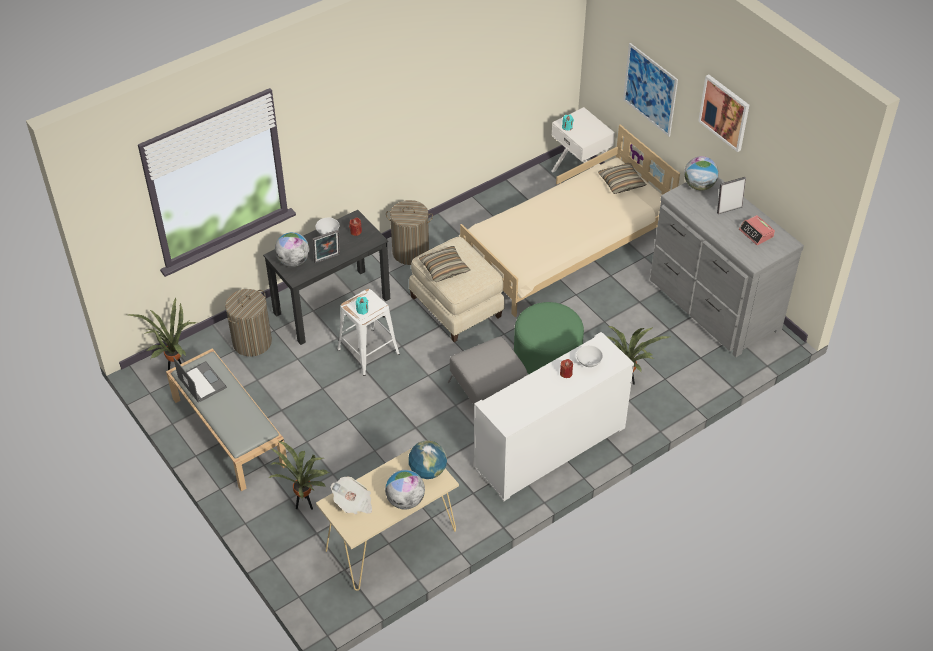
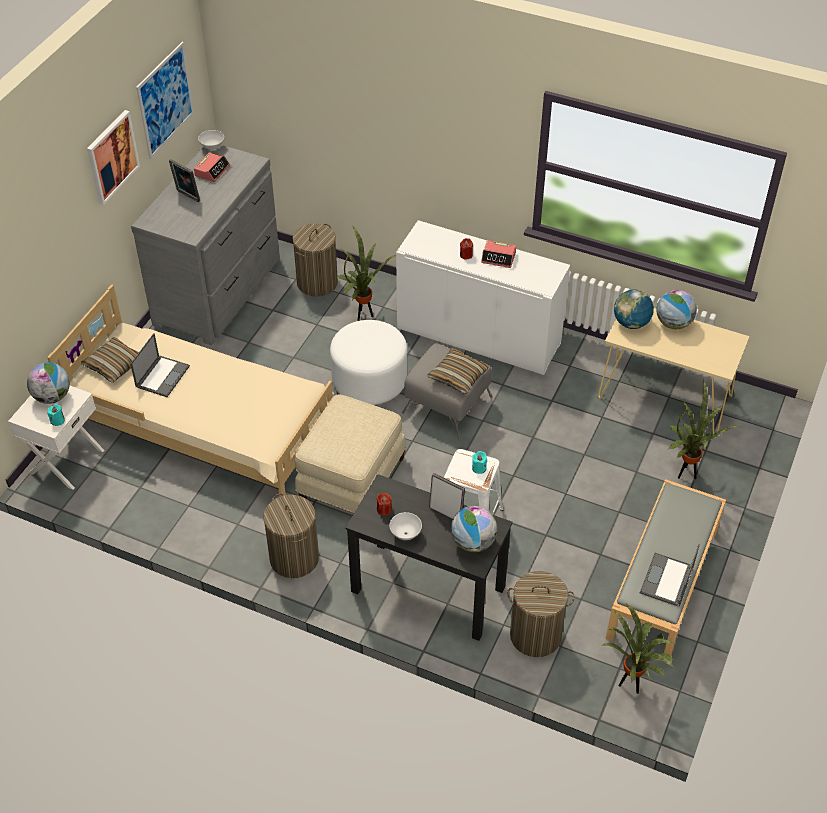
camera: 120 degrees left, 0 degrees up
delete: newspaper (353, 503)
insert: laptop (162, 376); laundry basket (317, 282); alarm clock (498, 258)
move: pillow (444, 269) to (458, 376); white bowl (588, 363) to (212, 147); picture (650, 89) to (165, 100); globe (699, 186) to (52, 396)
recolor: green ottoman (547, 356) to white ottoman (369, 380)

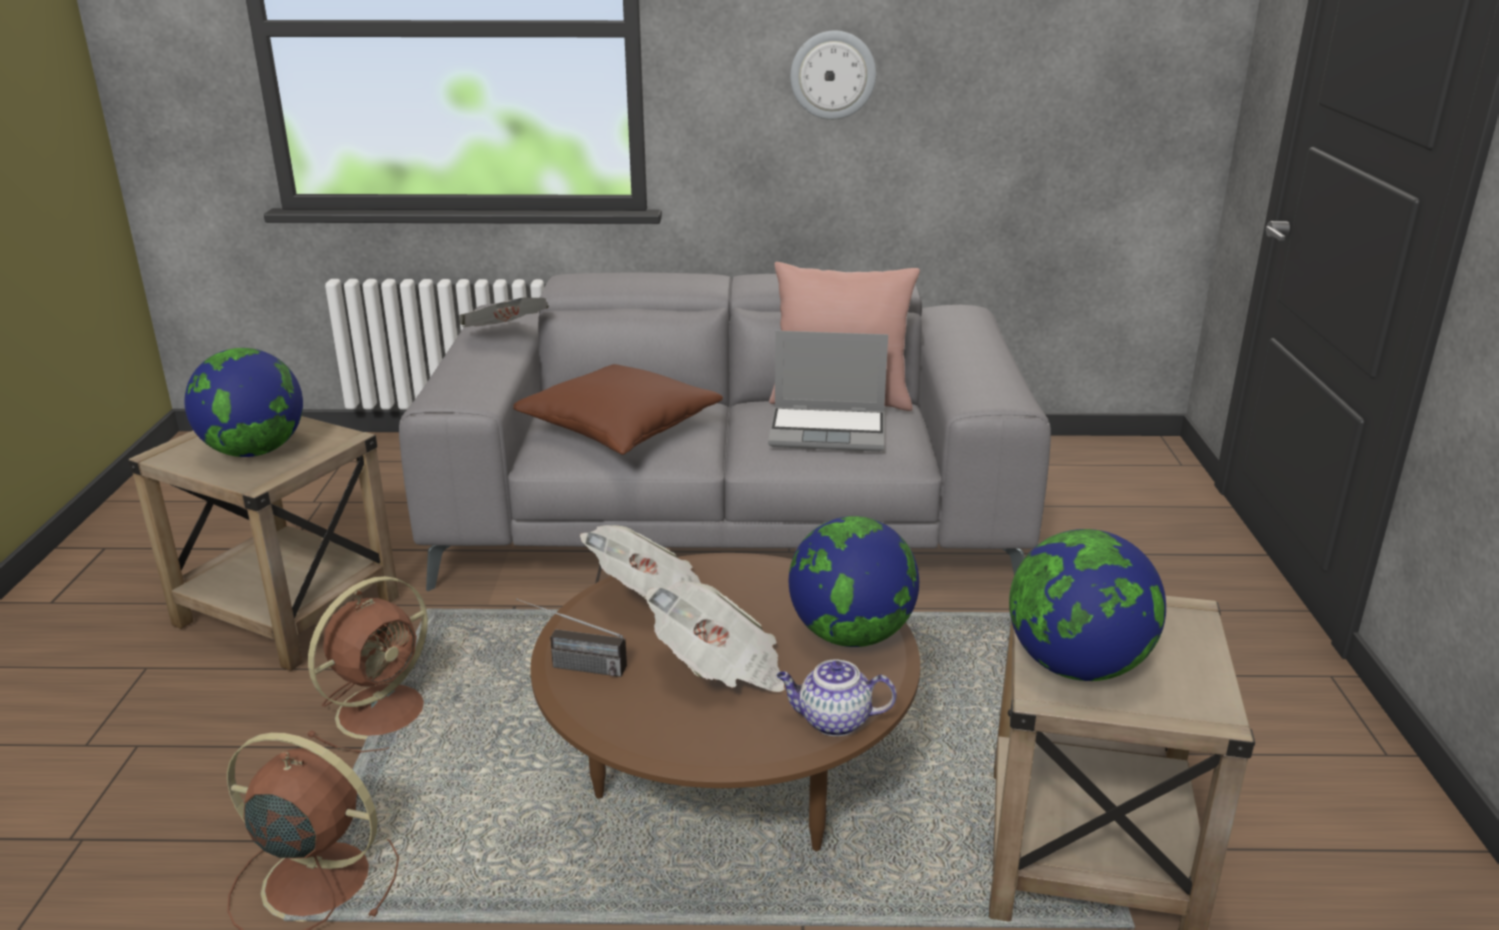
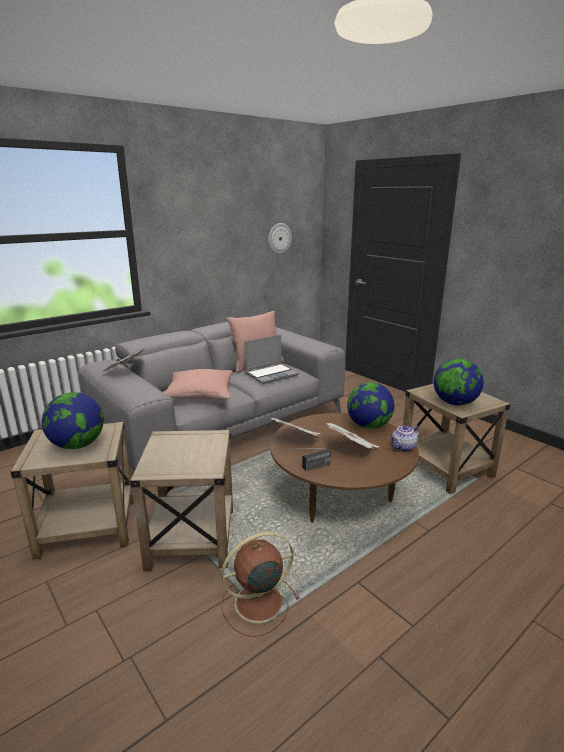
camera: 40 degrees left, 5 degrees down
move: wall clock (833, 75) to (279, 238)
replace: brown fan (385, 709) to beige side table (192, 537)
recolor: brown pillow (619, 429) to pink pillow (200, 395)

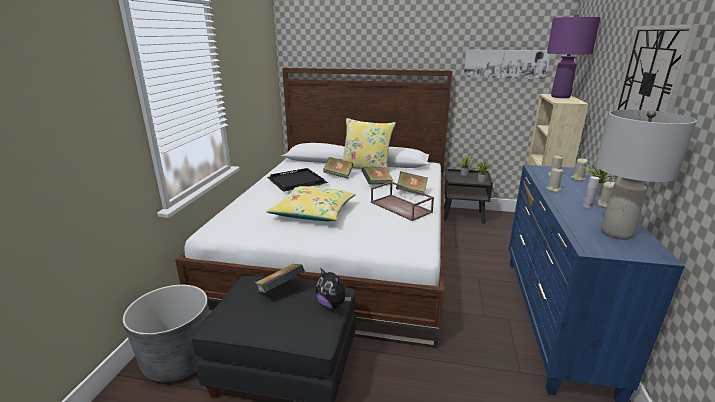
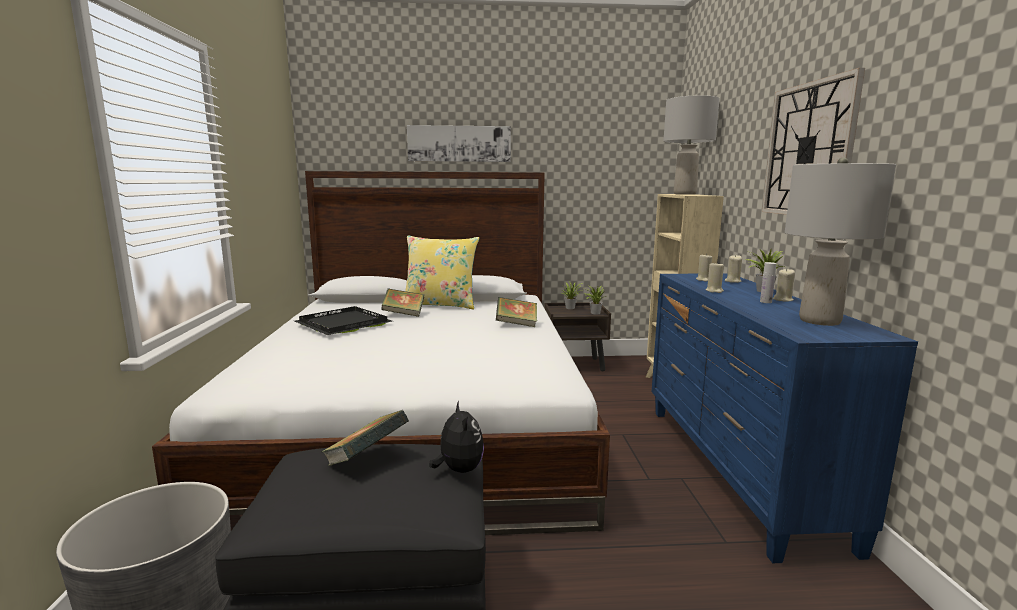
camera: 15 degrees left, 10 degrees down
delete: yellow pillow (313, 212); book (377, 184); brown tray (401, 207)
move: picture (505, 64) to (459, 144)
recolor: purple table lamp (560, 97) to grey table lamp (685, 194)
rotate: plush toy (332, 305) = (458, 470) 135 degrees counterclockwise

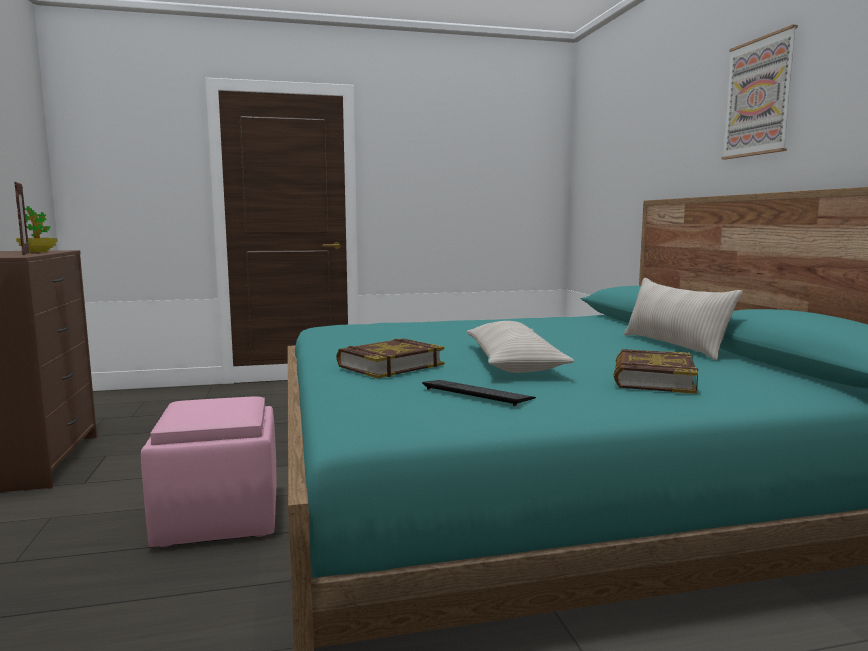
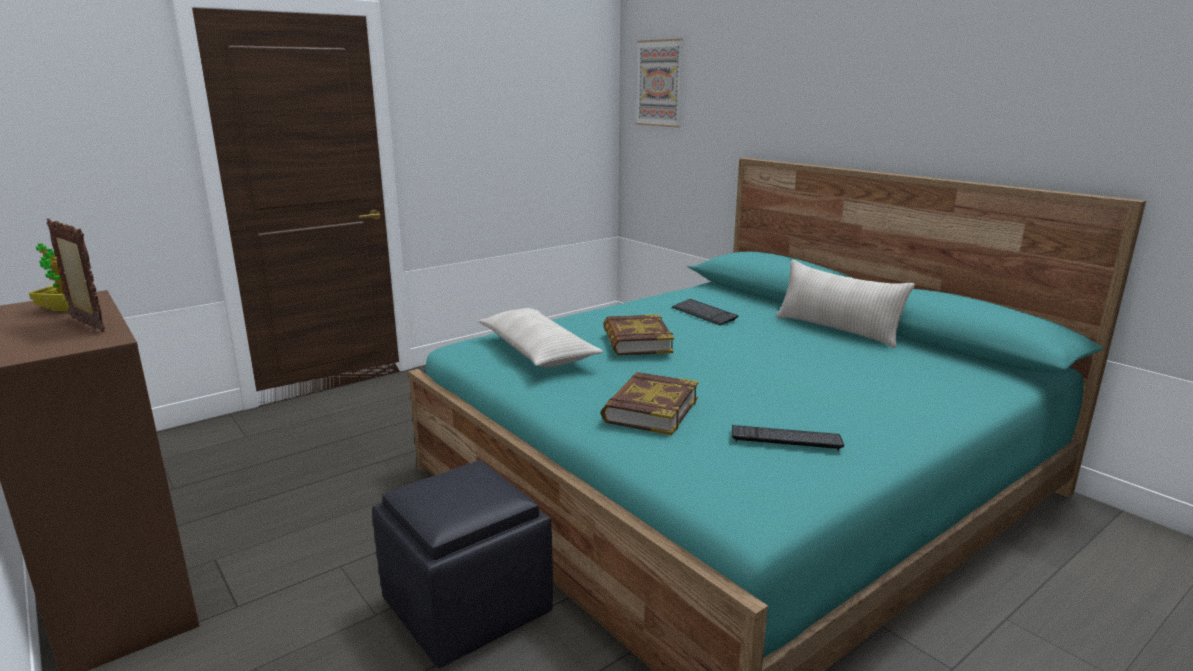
camera: 25 degrees left, 10 degrees up
insert: keyboard (704, 314)
move: beige pillow (513, 363) to (537, 351); book (652, 379) to (636, 341); picture (759, 97) to (659, 83)
recolor: pink ottoman (220, 518) to black ottoman (468, 607)

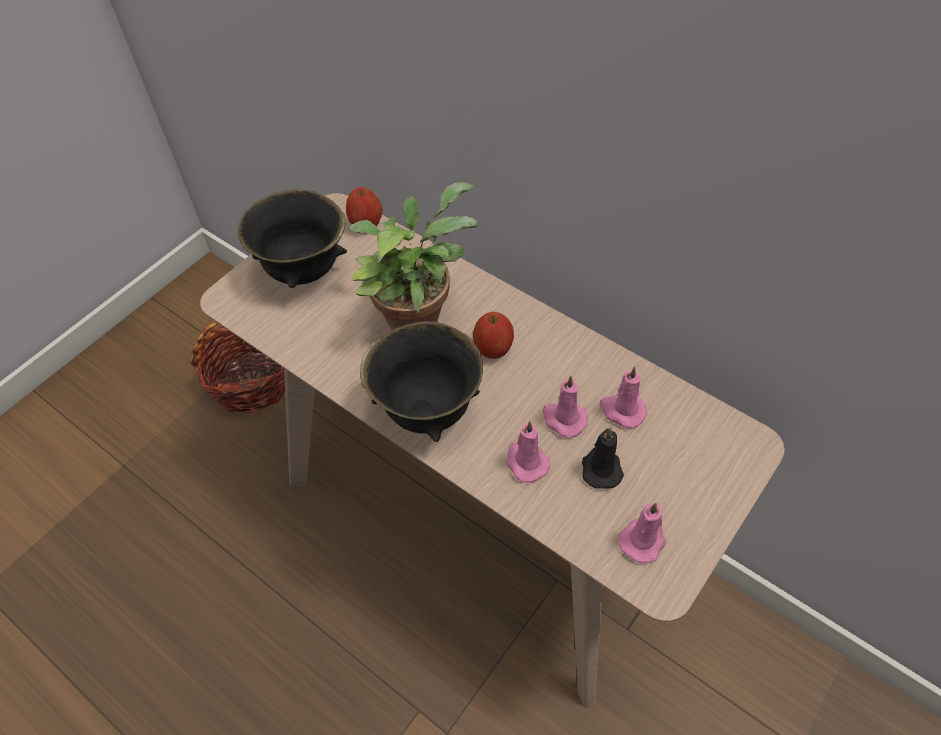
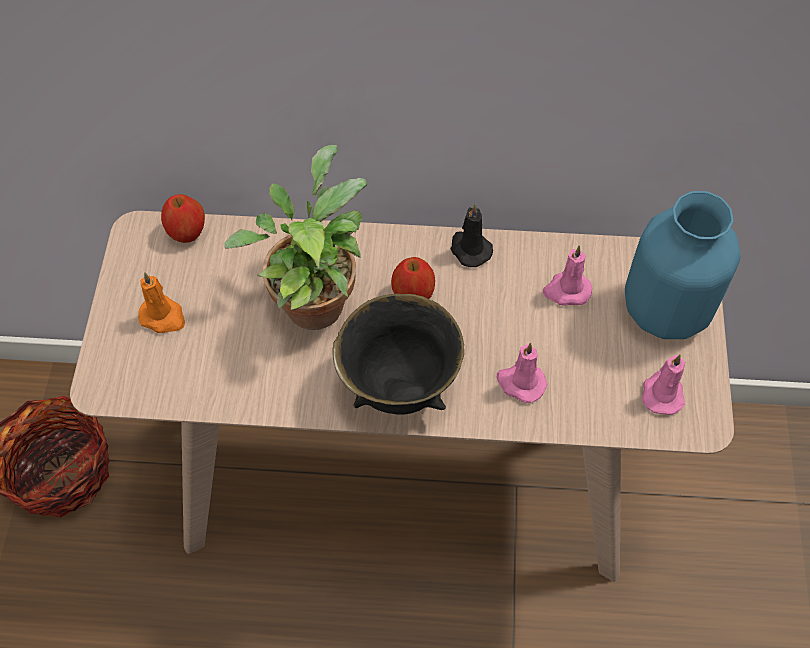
camera: 35 degrees left, 5 degrees up
delete: pink candle (563, 419)
insert: blue vase (664, 310)
move: black candle (601, 468) to (469, 249)
replace: black bowl (304, 273) to orange candle (163, 317)

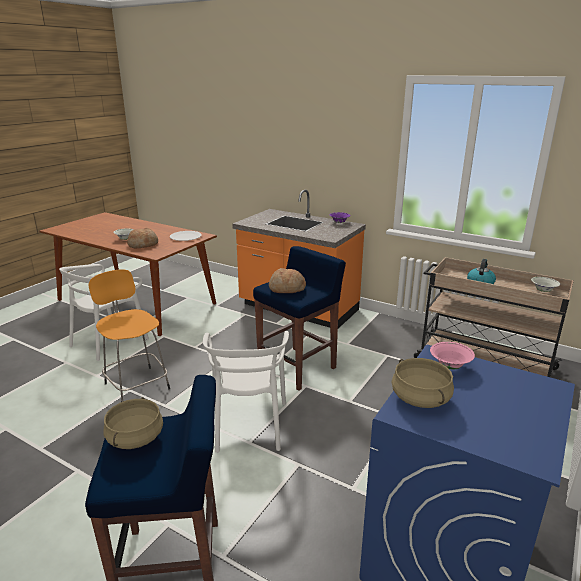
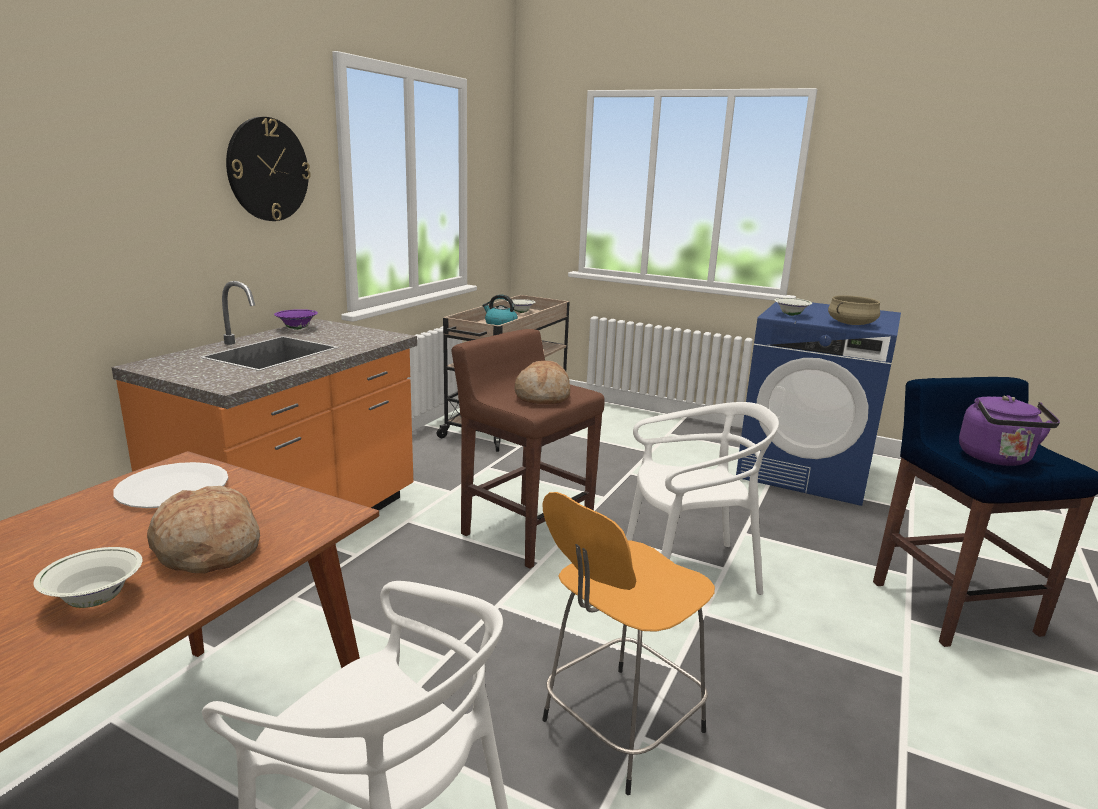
camera: 95 degrees left, 5 degrees down
insert: wall clock (268, 170)
replace: beige cooking pot (135, 437) to purple kettle (996, 459)
recolor: blue stool (298, 367) to brown stool (525, 532); pink bowl (450, 366) to white bowl (791, 315)

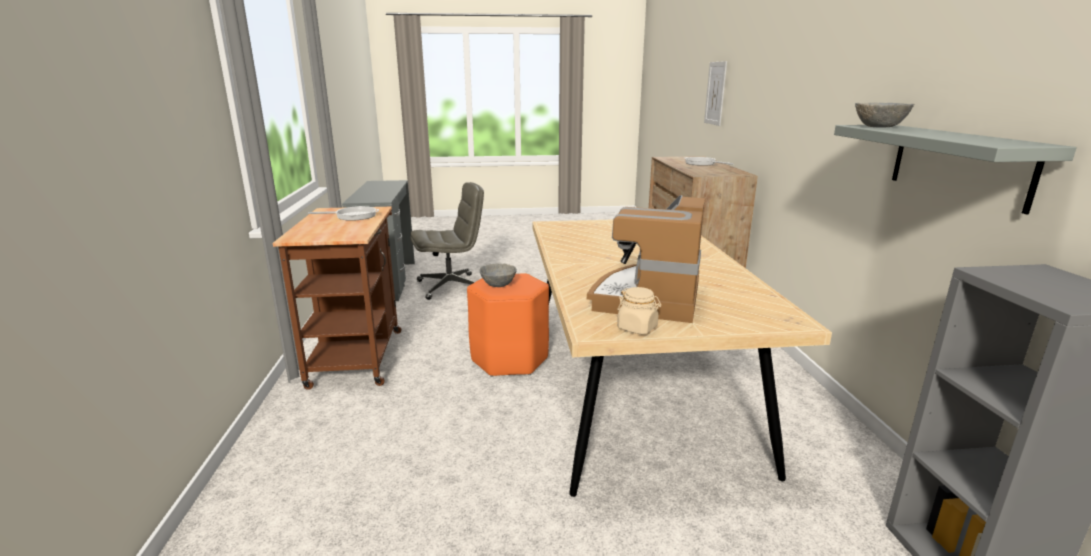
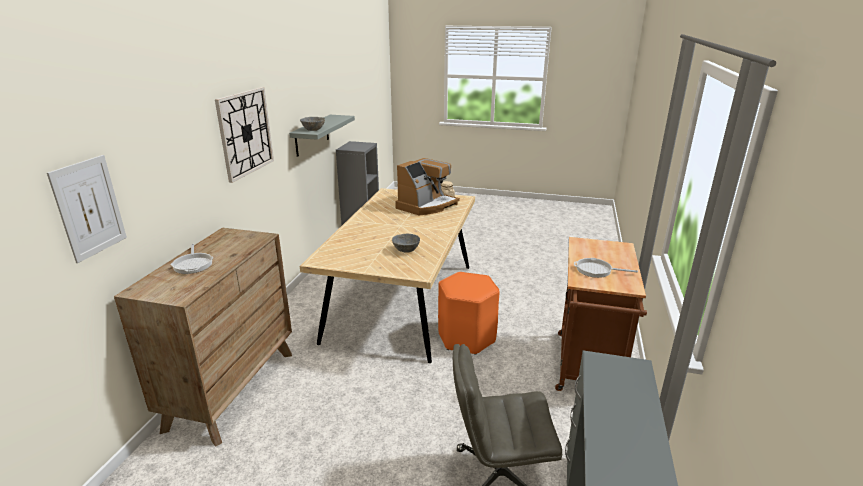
camera: 160 degrees left, 5 degrees up
insert: wall clock (245, 133)
move: grey bowl (498, 285) to (406, 250)

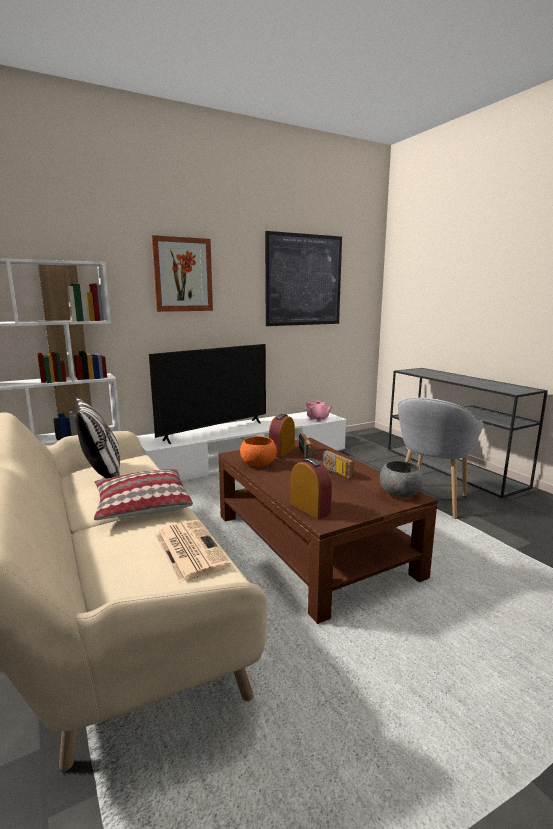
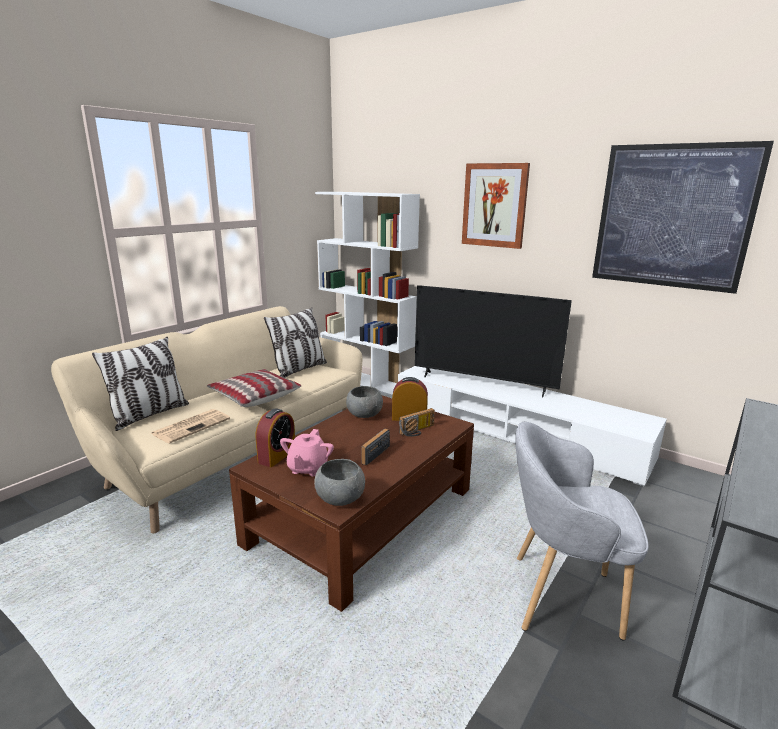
camera: 65 degrees right, 5 degrees up
insert: pillow (149, 415)
move: pink teapot (317, 419) to (307, 468)
recolor: orange bowl (258, 464) to grey bowl (364, 414)

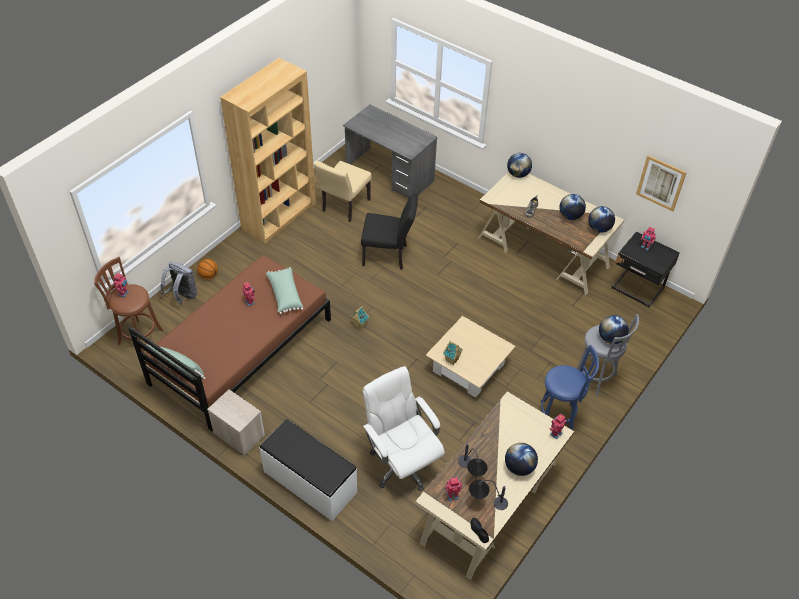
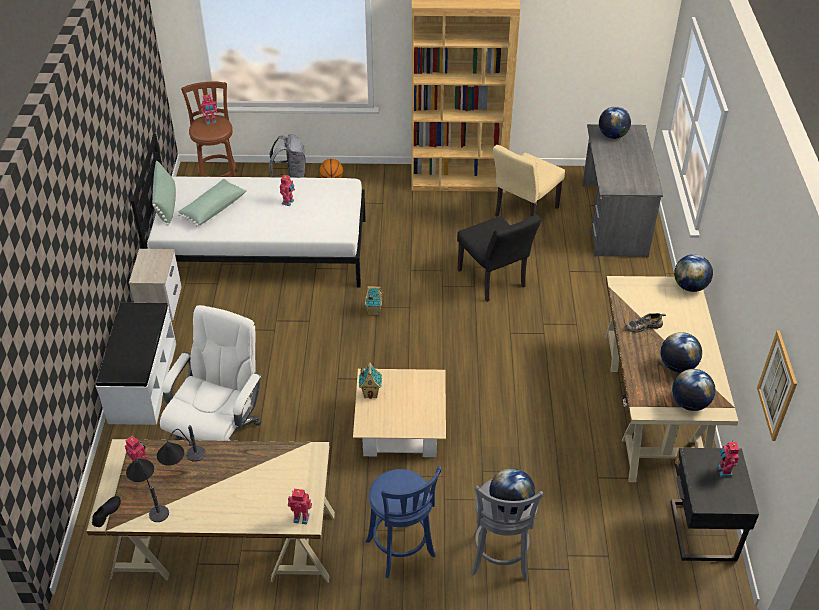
camera: 55 degrees right, 5 degrees down
move: green pillow (284, 295) to (213, 208); globe (519, 467) to (612, 135)
recolor: brown bed (241, 351) to white bed (261, 250)
rotate: beige chair (344, 207) = (523, 214) 45 degrees counterclockwise

